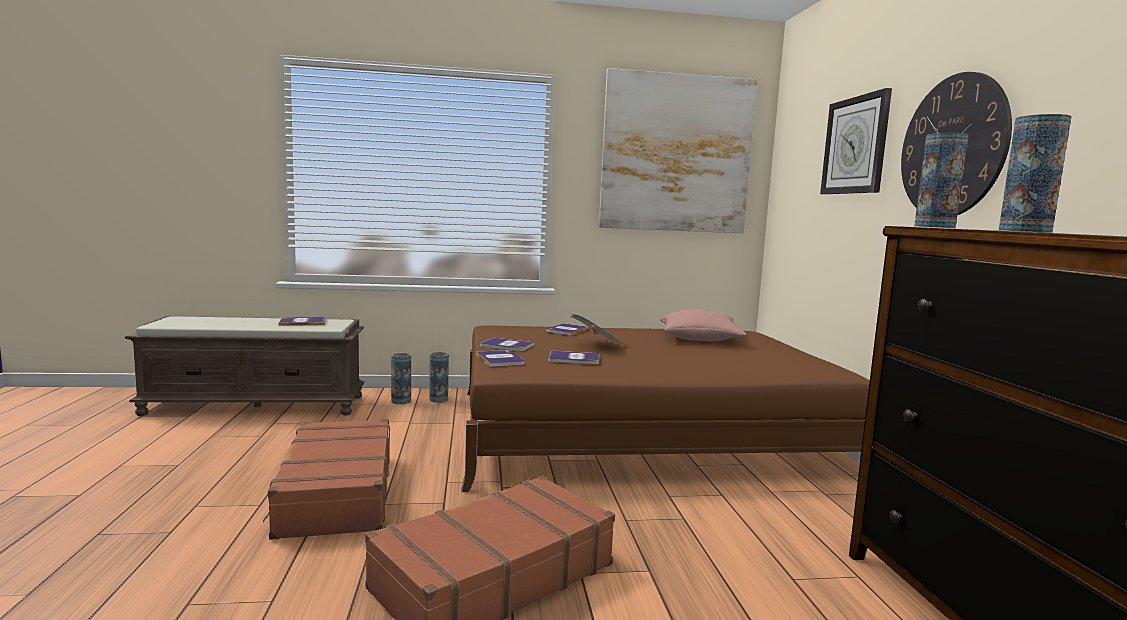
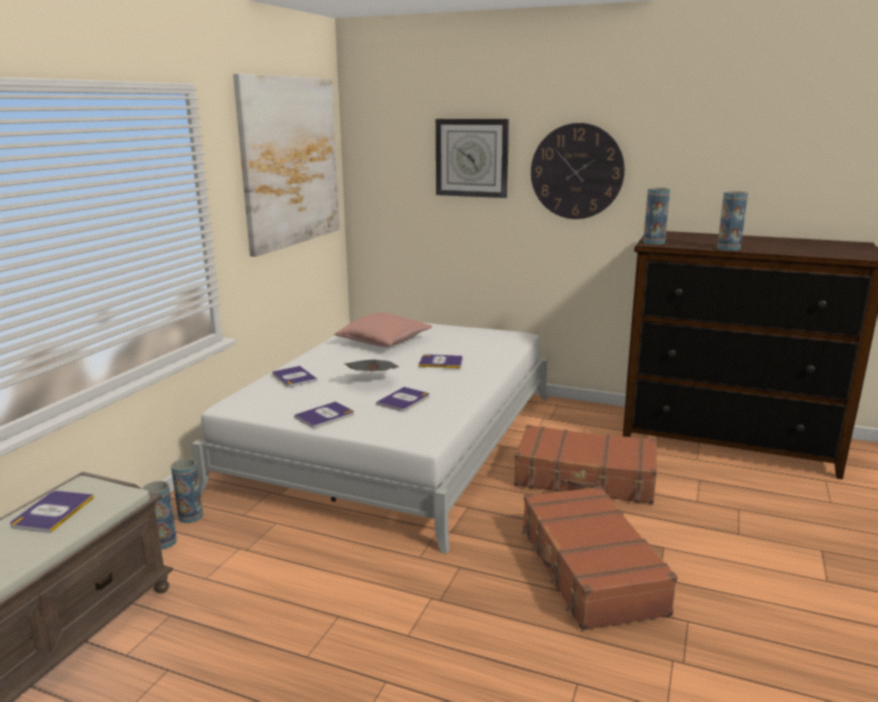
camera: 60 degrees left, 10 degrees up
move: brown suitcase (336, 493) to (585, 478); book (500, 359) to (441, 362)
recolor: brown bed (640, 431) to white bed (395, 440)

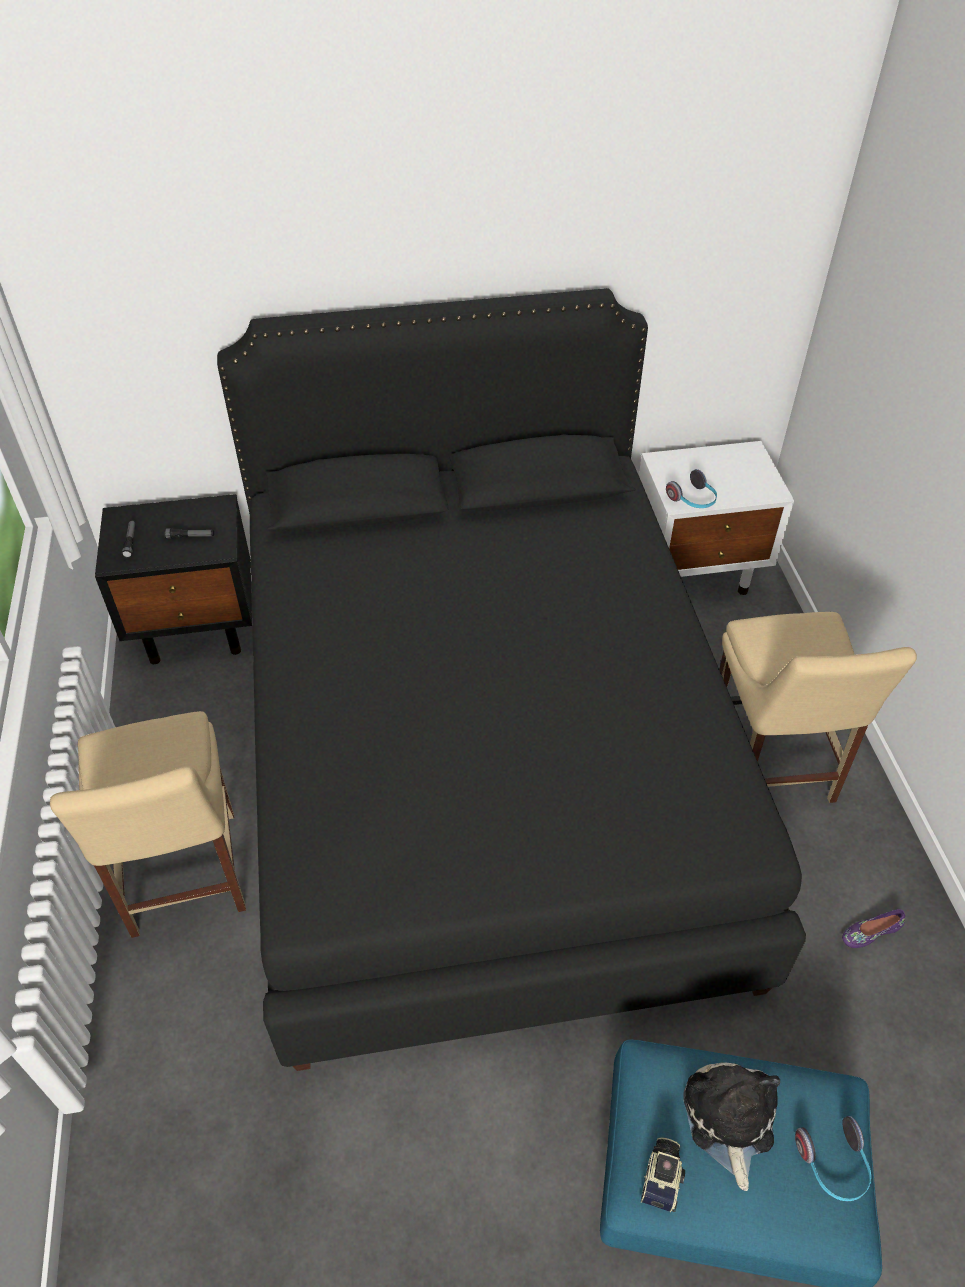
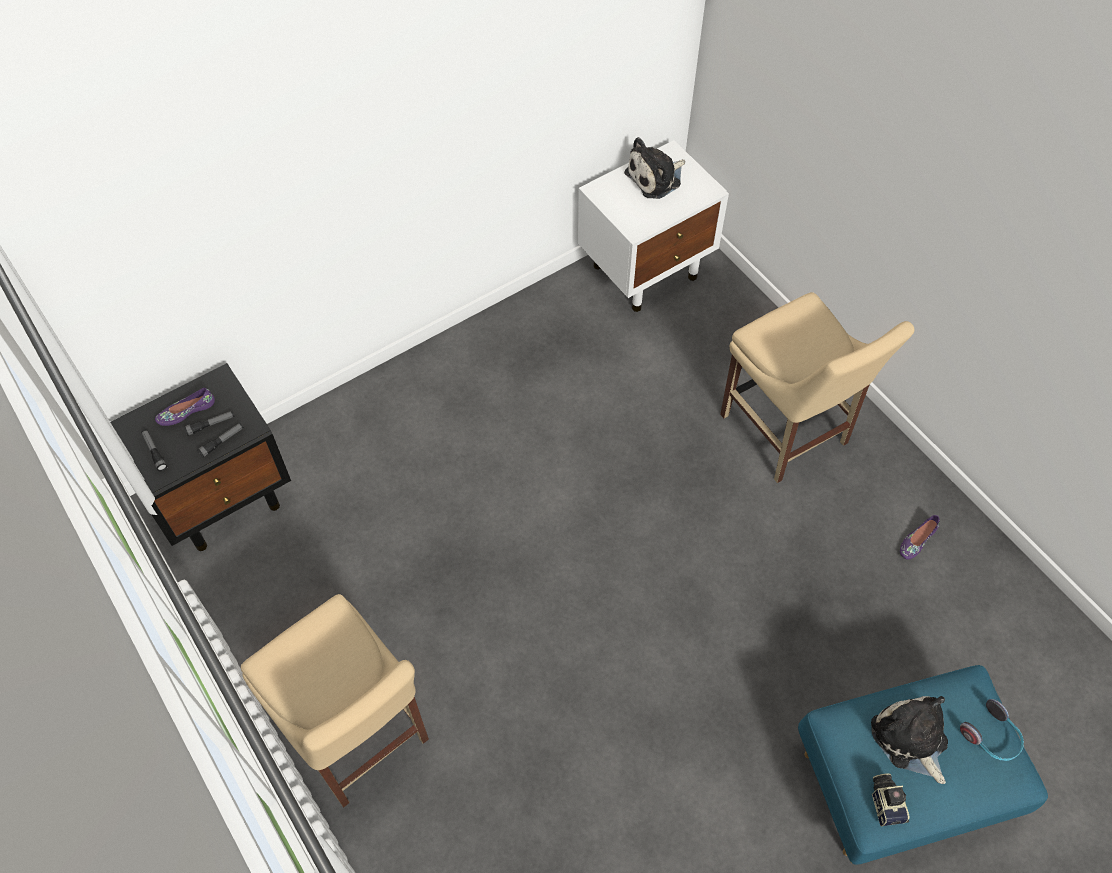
camera: 25 degrees left, 10 degrees up
delete: black bed (481, 761); headphones (693, 500)
insert: purple shoe (186, 411); flashlight (222, 442); plush toy (656, 178)

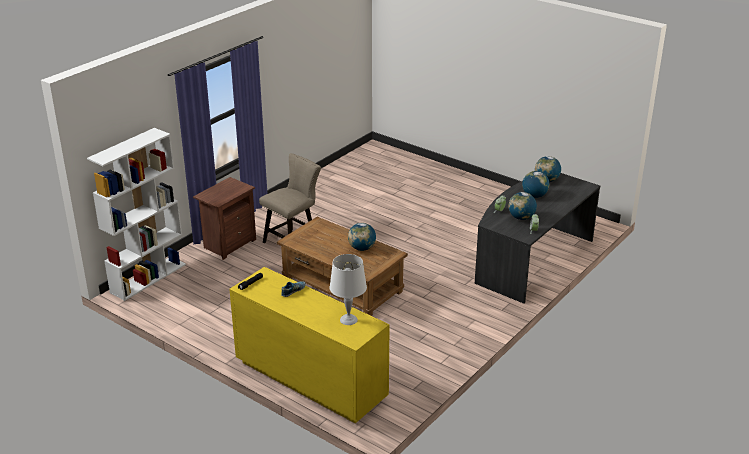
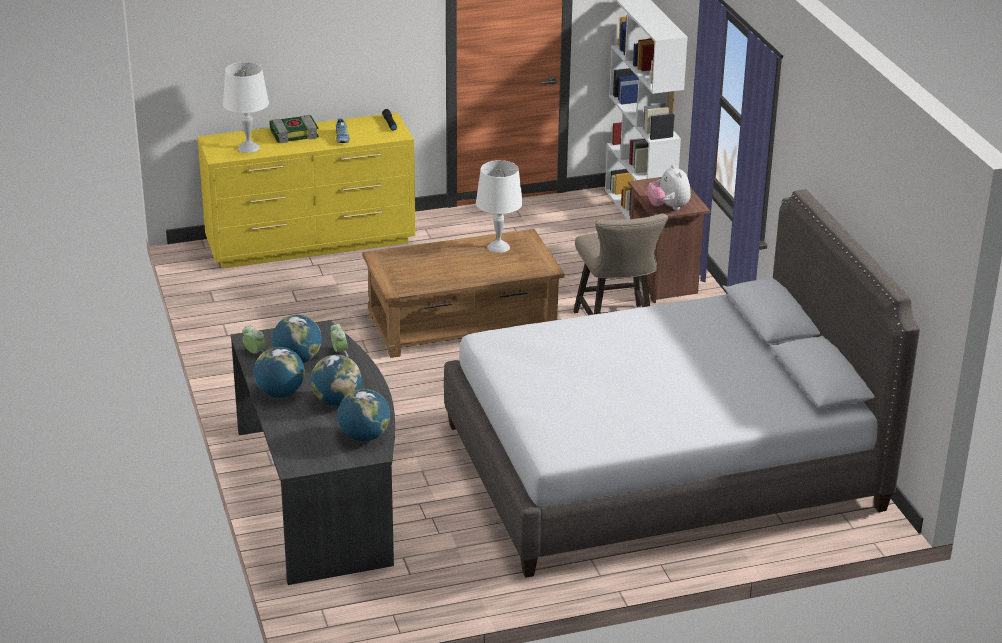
camera: 125 degrees right, 0 degrees up
insert: book (294, 133); grey bed (661, 466); white table lamp (498, 247); plush toy (668, 207)
move: globe (362, 248) to (280, 393)

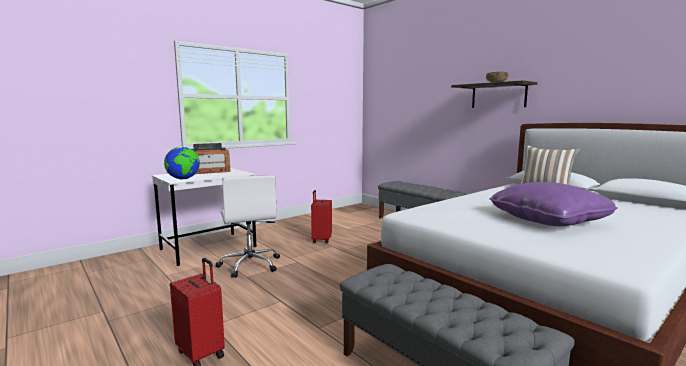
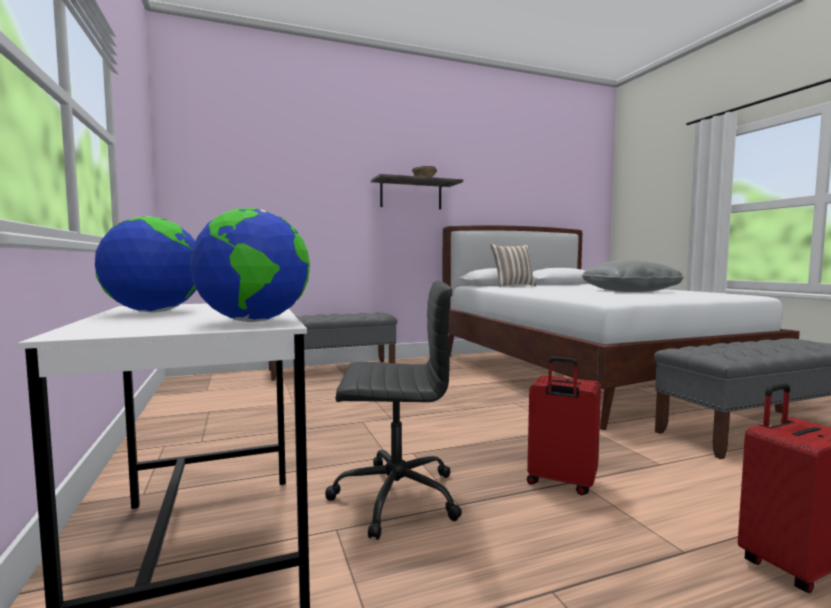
camera: 70 degrees left, 5 degrees down
move: red suitcase (321, 240) to (561, 483)
replace: radio (209, 171) to globe (154, 312)
recolor: white office chair (250, 265) to black office chair (394, 496); purple pillow (548, 220) to grey pillow (629, 291)

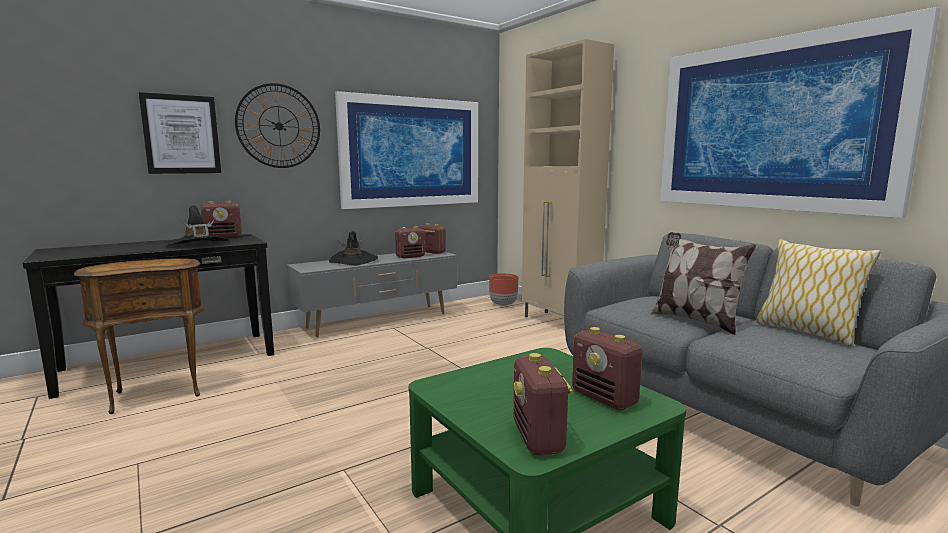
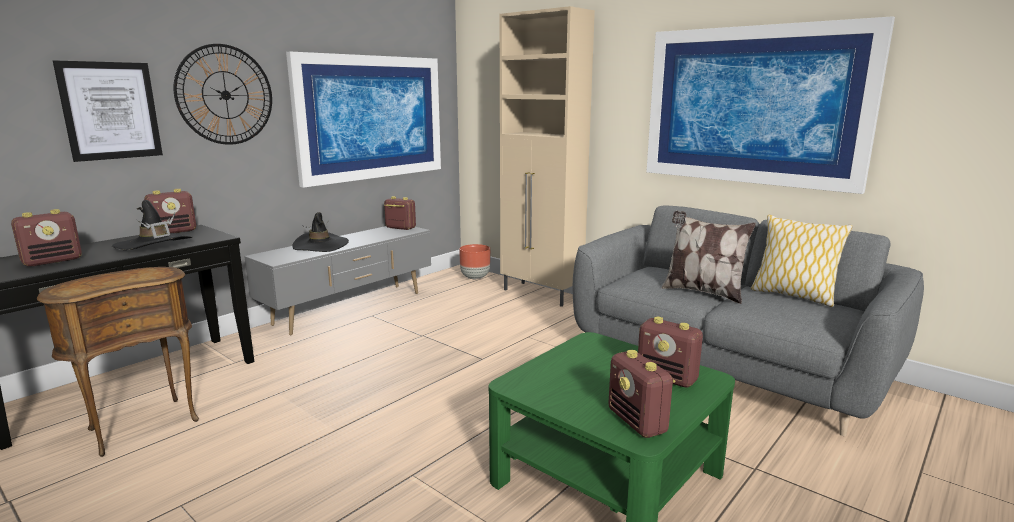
camera: 15 degrees left, 5 degrees up
move: radio (411, 256) to (53, 261)

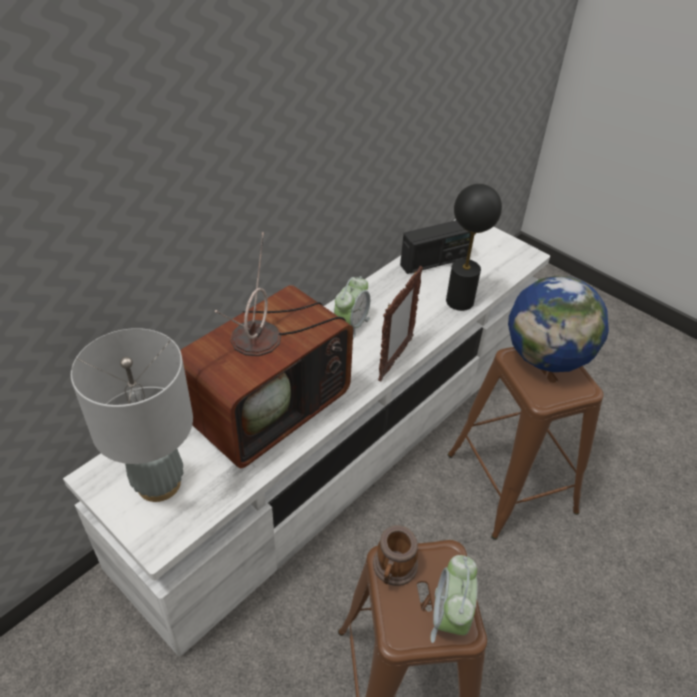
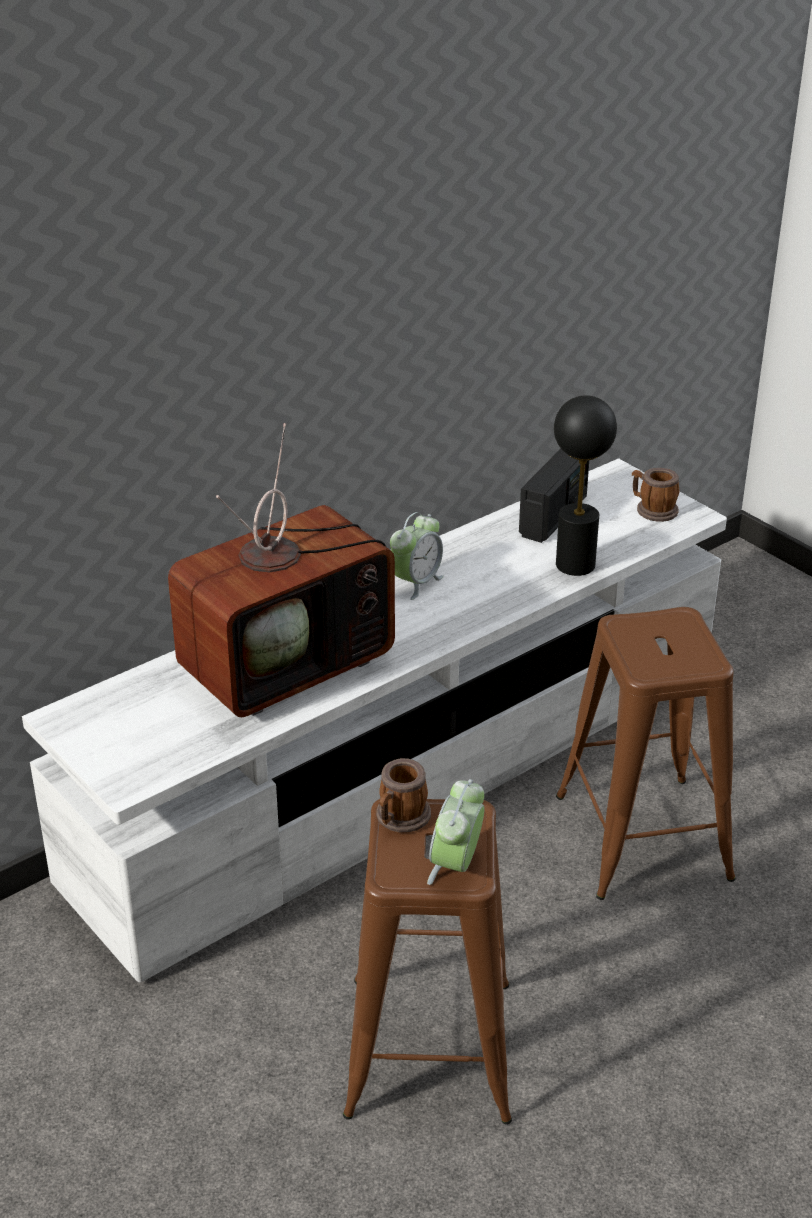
camera: 10 degrees right, 10 degrees down
delete: grey table lamp (158, 483); picture frame (395, 360); globe (546, 358)
insert: mug (652, 510)
rotate: radio (435, 261) = (554, 516) 45 degrees counterclockwise

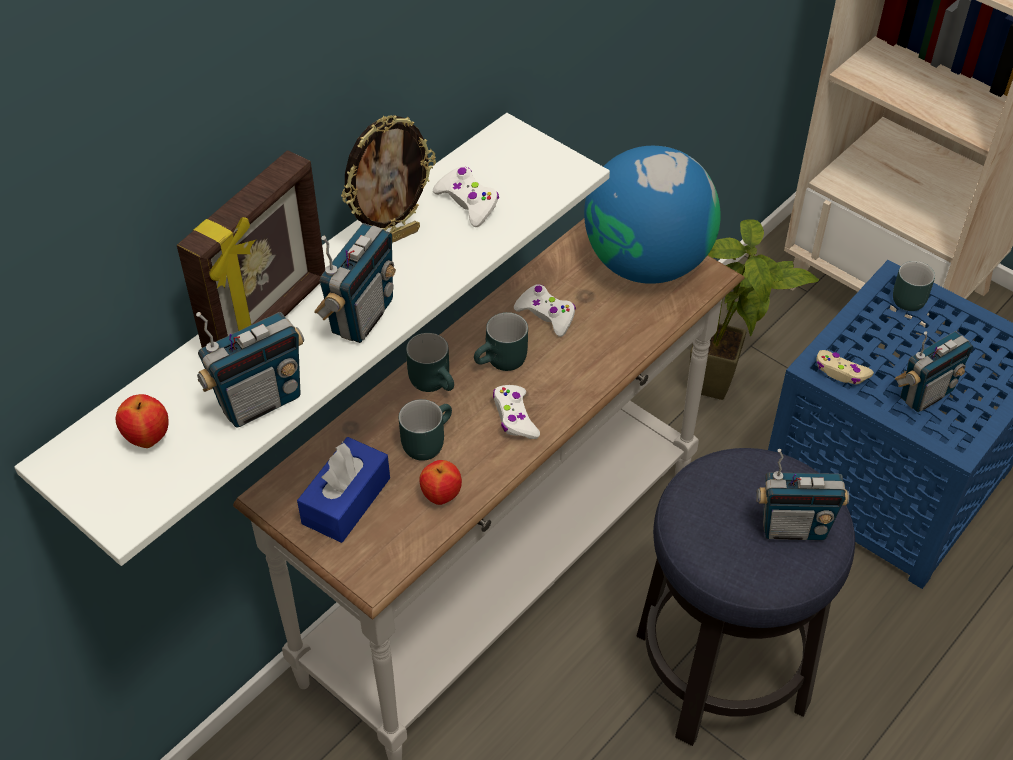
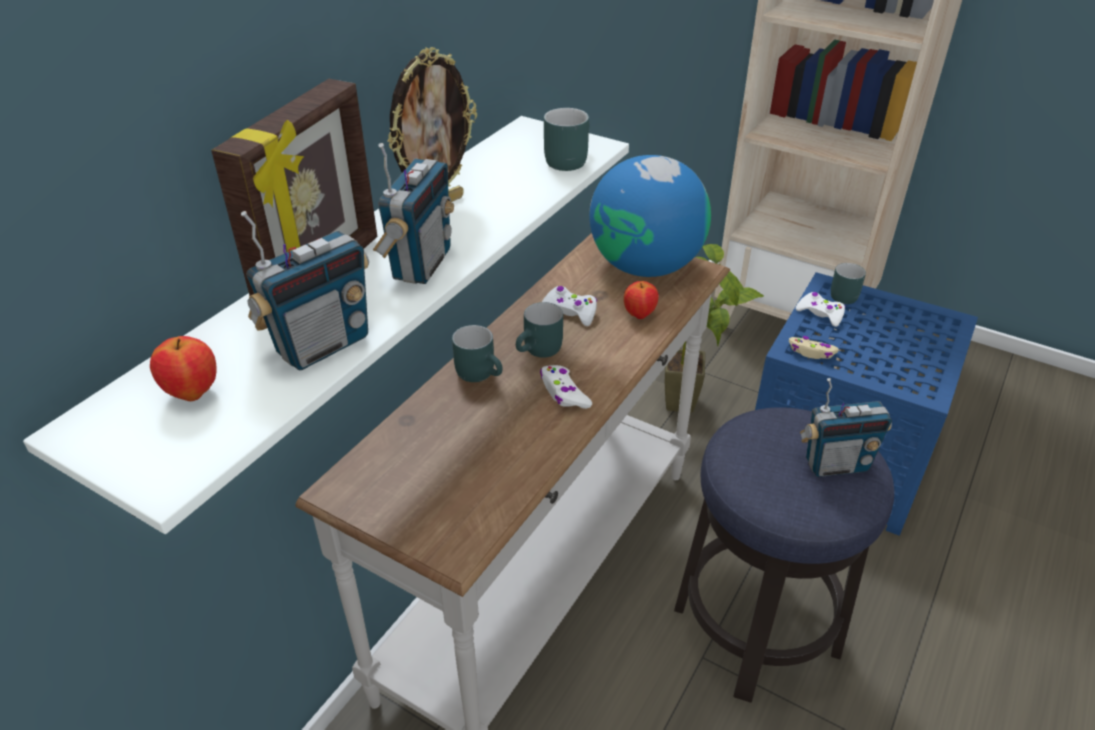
camera: 10 degrees left, 10 degrees down
delete: blue tissue box (346, 500); radio (925, 394)
move: turquoise mug (425, 440) to (567, 159); apple (441, 496) to (639, 315); white game controller (468, 202) to (820, 313)

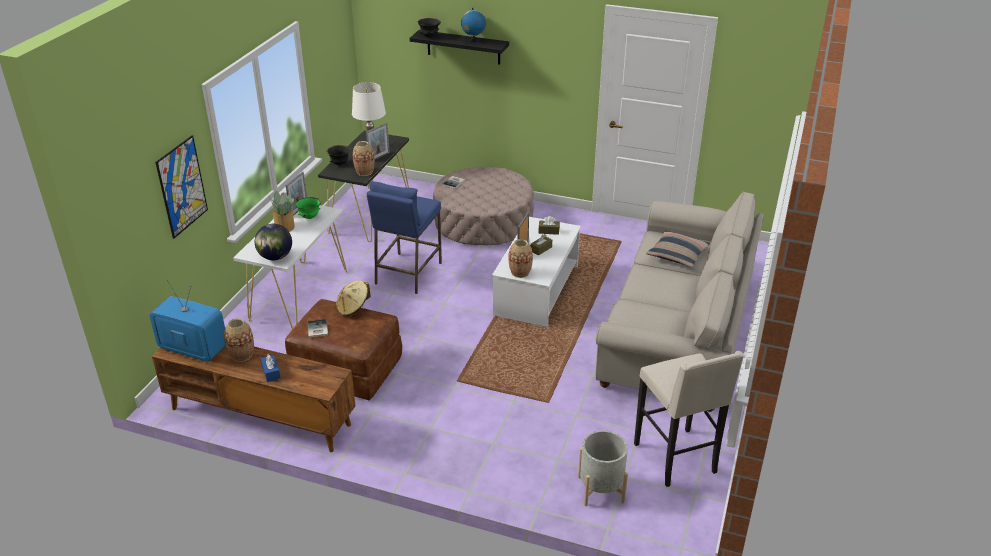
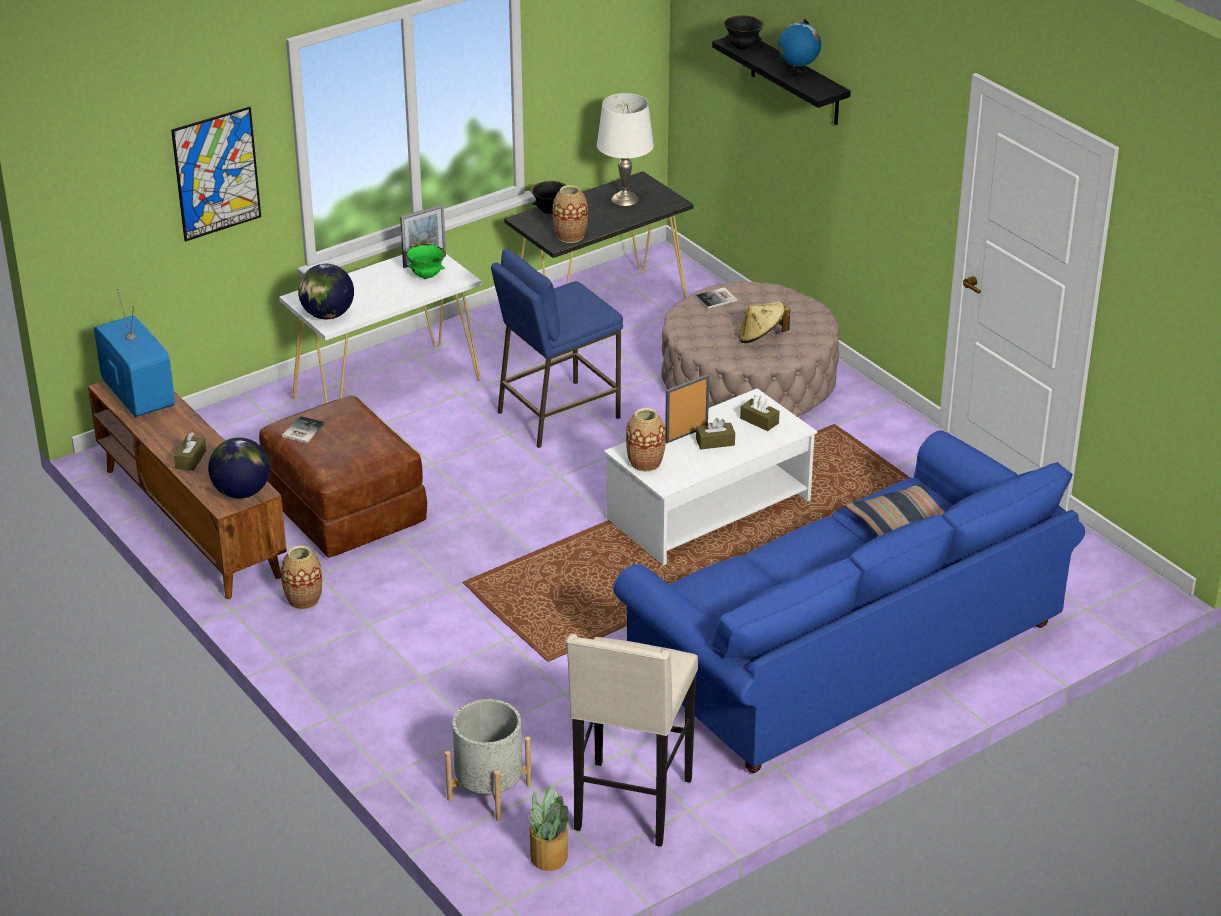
camera: 35 degrees right, 0 degrees up
delete: picture frame (379, 157)
insert: globe (241, 492)
move: vase (242, 355) to (303, 600); potted plant (284, 226) to (549, 855); beige hat (353, 308) to (761, 337)
recolor: blue tissue box (271, 372) to brown tissue box (191, 459); beige sofa (677, 331) to blue sofa (844, 651)

